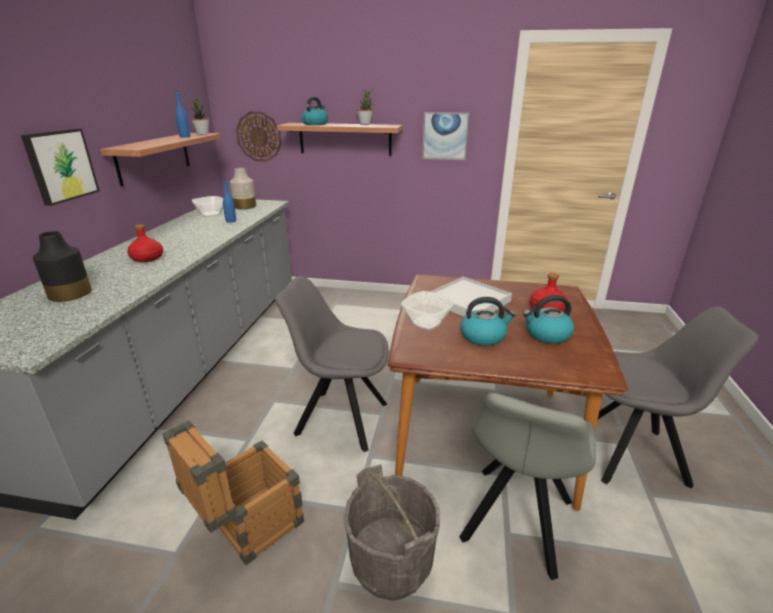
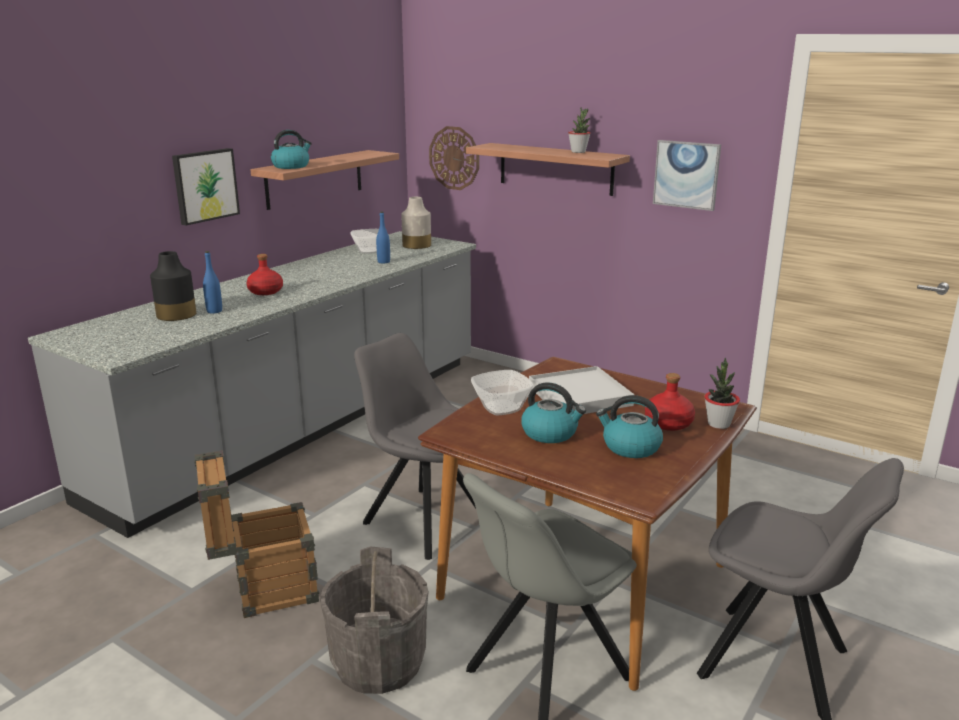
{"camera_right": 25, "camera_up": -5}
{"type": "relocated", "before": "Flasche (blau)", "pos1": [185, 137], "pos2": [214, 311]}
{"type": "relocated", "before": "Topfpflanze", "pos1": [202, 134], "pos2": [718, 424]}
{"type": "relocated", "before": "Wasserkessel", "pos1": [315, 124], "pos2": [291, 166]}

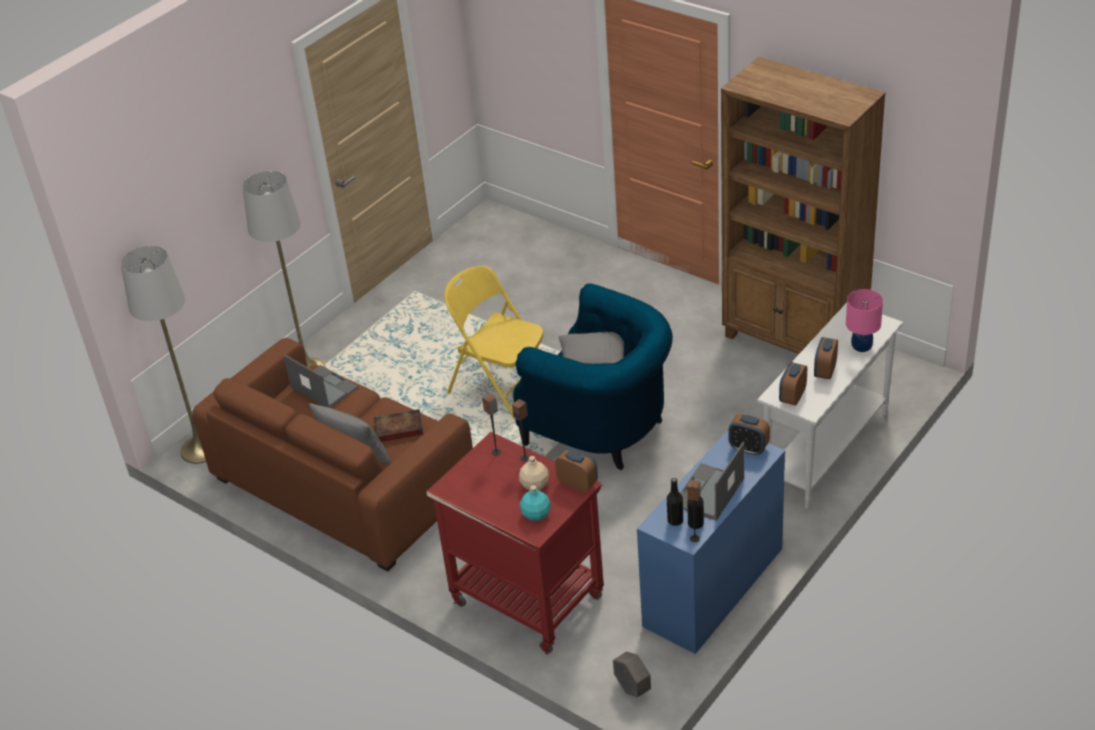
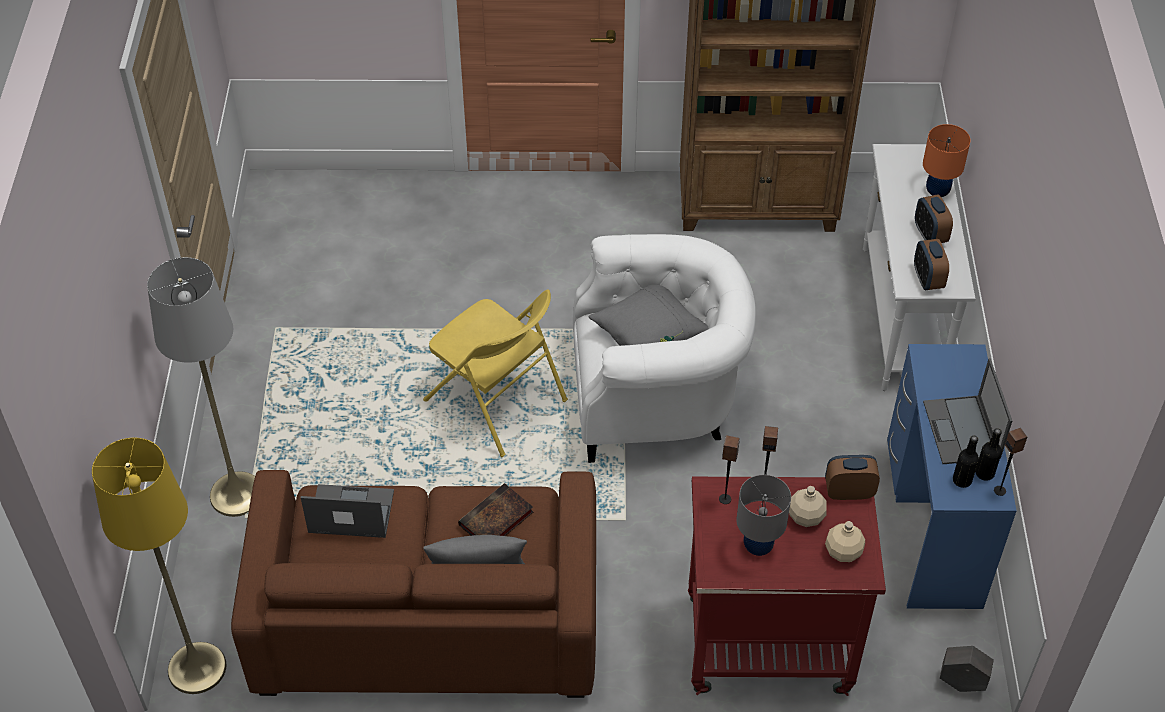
{"camera_right": -40, "camera_up": 10}
{"type": "colour", "before": "Stehlampe (grau)", "after": "Stehlampe (gelb)", "pos1": [200, 449], "pos2": [197, 668]}
{"type": "spun", "before": "Stuhl (gelb)", "pos1": [501, 385], "pos2": [495, 401], "turn": -135}
{"type": "colour", "before": "Sessel (blau)", "after": "Sessel (weiß)", "pos1": [601, 430], "pos2": [656, 402]}
{"type": "colour", "before": "Flasche (türkis)", "after": "Flasche (beige)", "pos1": [536, 514], "pos2": [843, 552]}
{"type": "missing", "before": "Wecker", "pos1": [748, 448]}
{"type": "colour", "before": "Tischlampe (rosa)", "after": "Tischlampe (orange)", "pos1": [861, 347], "pos2": [936, 191]}
{"type": "appeared", "after": "Tischlampe (grau)", "pos2": [759, 547]}

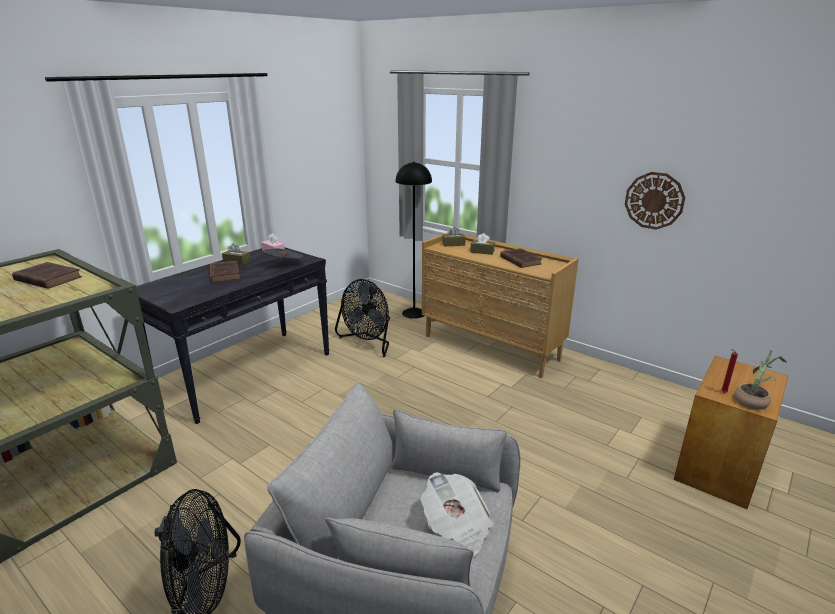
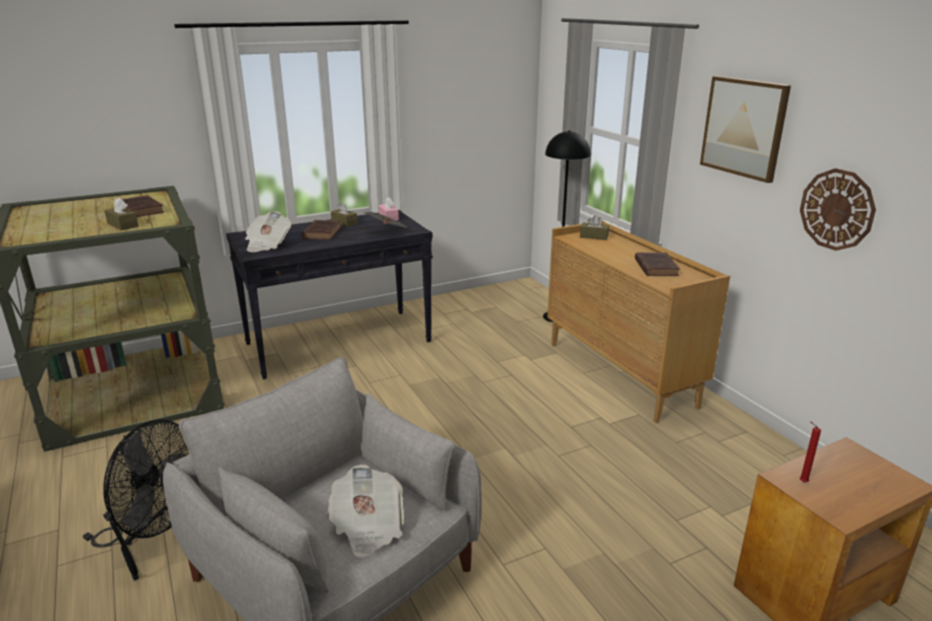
{"camera_right": 25, "camera_up": 0}
{"type": "missing", "before": "Ventilator (schwarz)", "pos1": [368, 341]}
{"type": "relocated", "before": "Taschentuchbox (braun)", "pos1": [482, 251], "pos2": [122, 225]}
{"type": "missing", "before": "Topfpflanze", "pos1": [753, 401]}
{"type": "appeared", "after": "Zeitung", "pos2": [267, 245]}
{"type": "appeared", "after": "Bild", "pos2": [744, 127]}

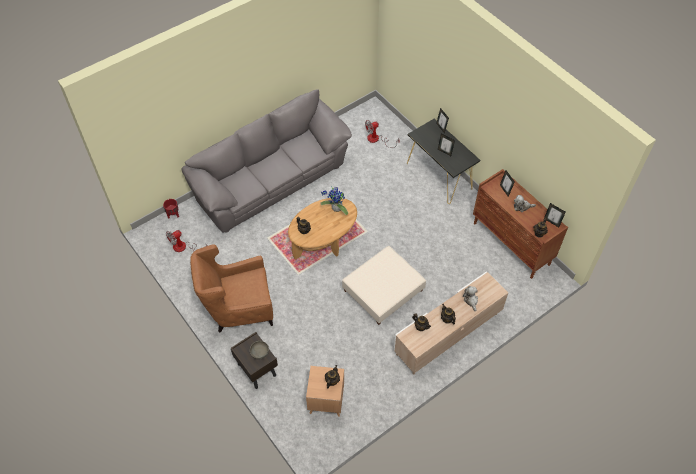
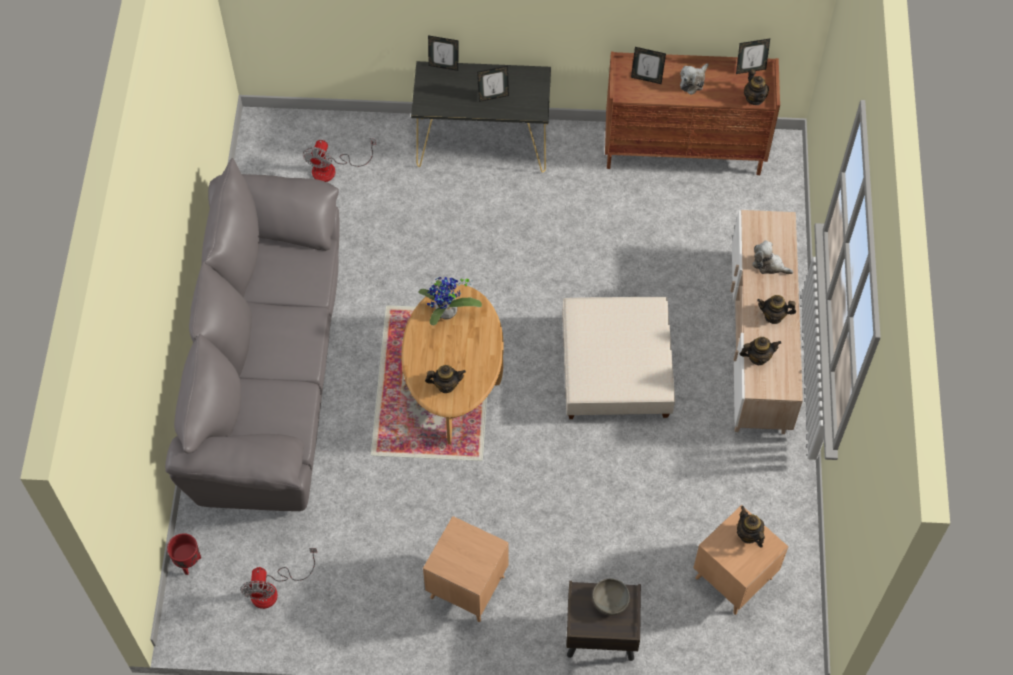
{"camera_right": -50, "camera_up": 5}
{"type": "exchanged", "before": "Sessel (braun)", "after": "Beistelltisch (braun)", "pos1": [238, 308], "pos2": [467, 587]}

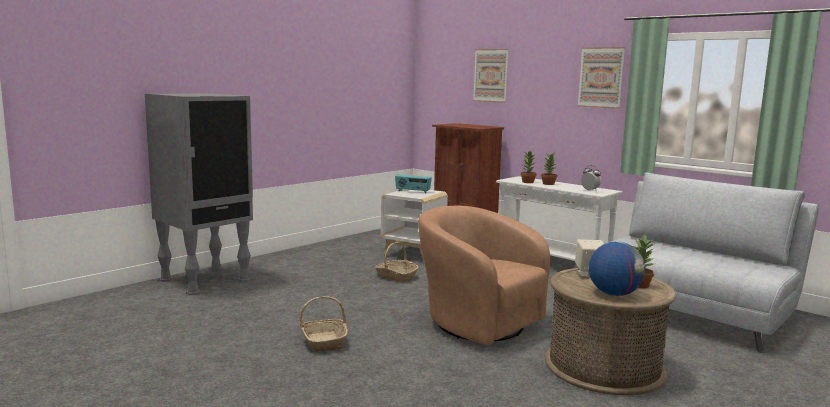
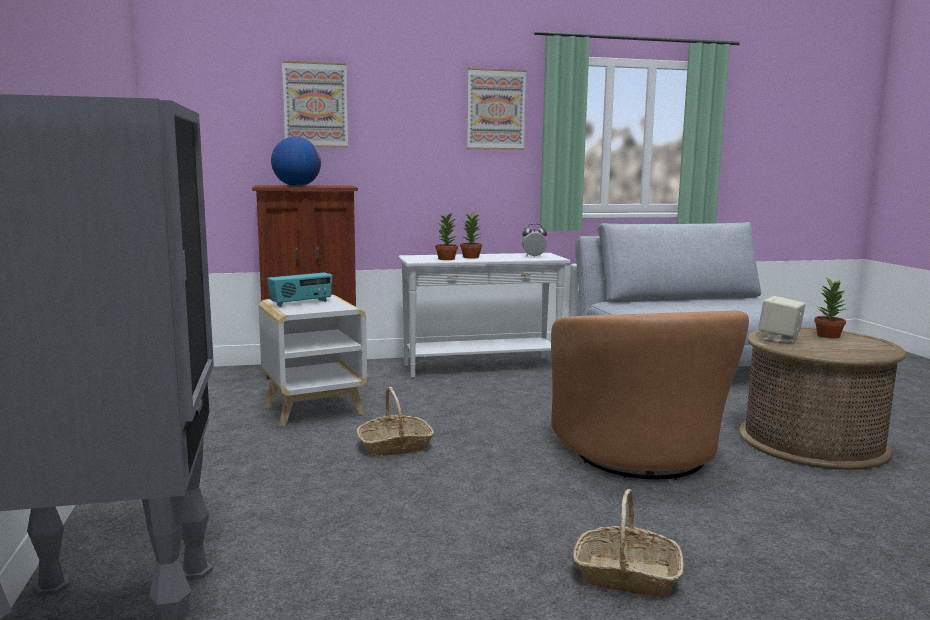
{"camera_right": -55, "camera_up": 0}
{"type": "spun", "before": "Sessel (braun)", "pos1": [477, 324], "pos2": [641, 456], "turn": -90}
{"type": "relocated", "before": "Globus", "pos1": [614, 294], "pos2": [296, 186]}

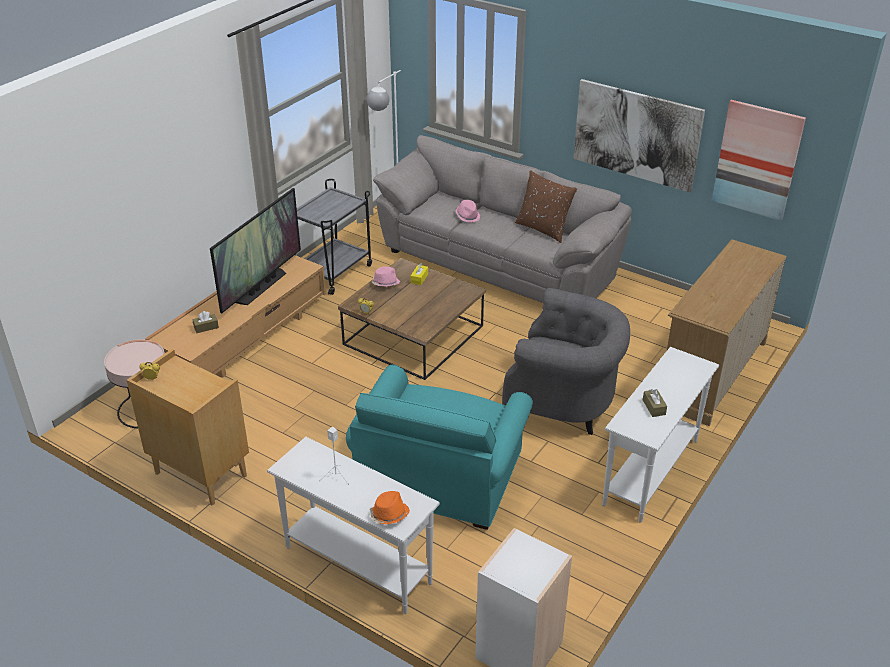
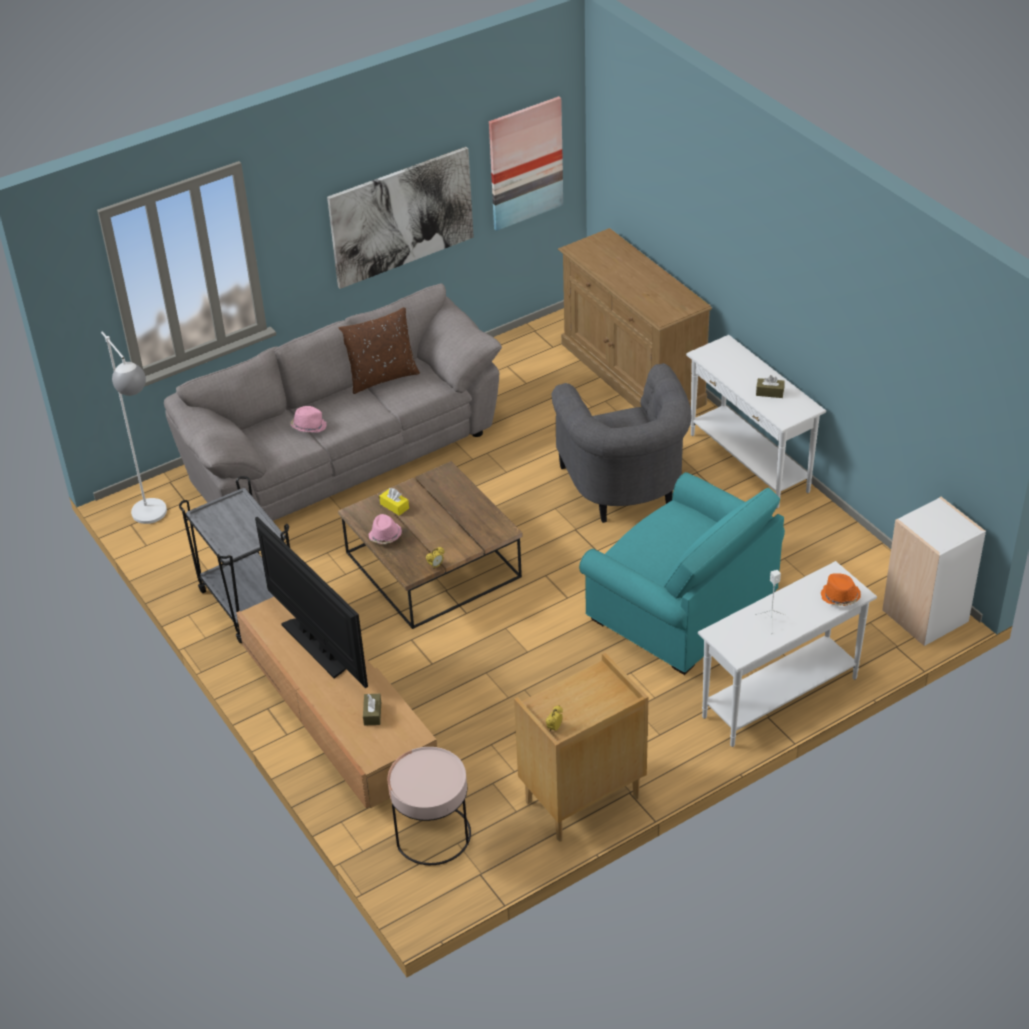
{"camera_right": -65, "camera_up": 5}
{"type": "spun", "before": "Sessel (grau)", "pos1": [562, 405], "pos2": [623, 488], "turn": 120}

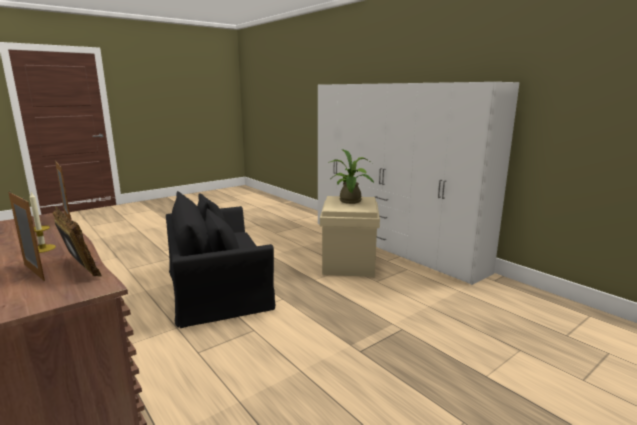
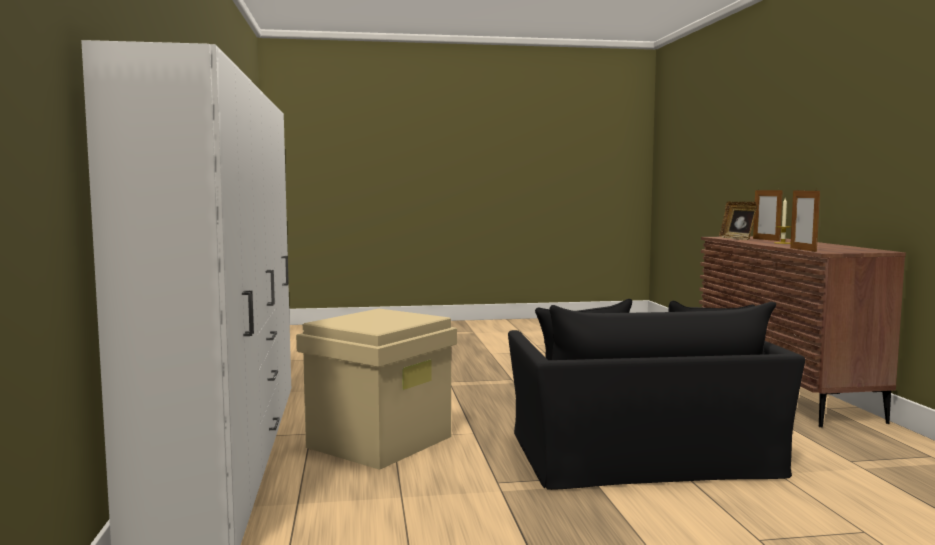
{"camera_right": -150, "camera_up": -10}
{"type": "spun", "before": "Sessel (schwarz)", "pos1": [217, 287], "pos2": [640, 453], "turn": 75}
{"type": "missing", "before": "Topfpflanze", "pos1": [350, 202]}

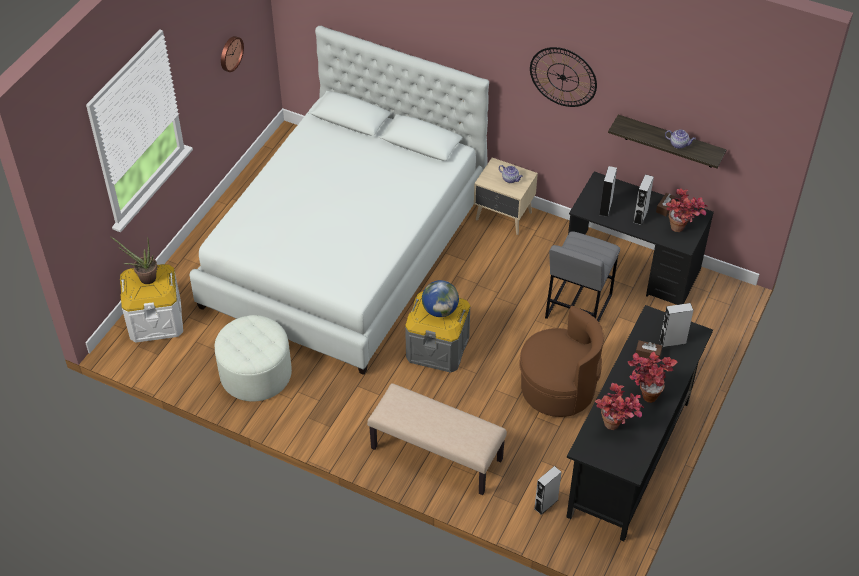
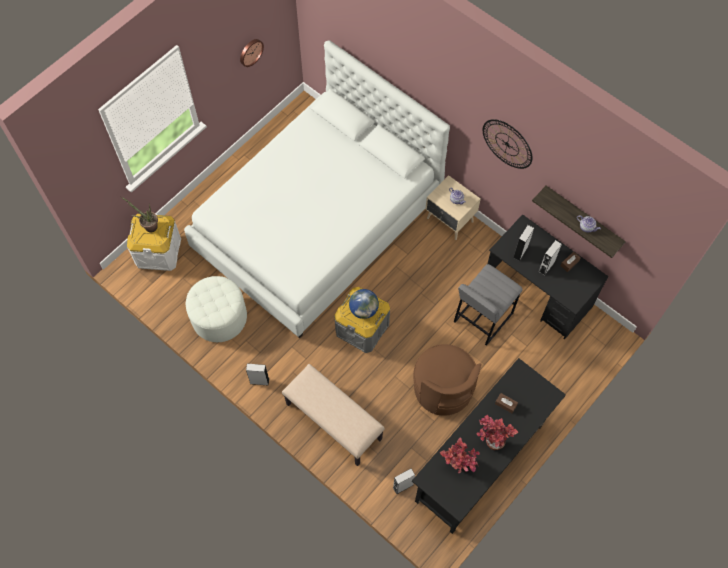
{"camera_right": 15, "camera_up": 15}
{"type": "spun", "before": "Sessel (braun)", "pos1": [557, 389], "pos2": [443, 388], "turn": 60}
{"type": "relocated", "before": "Lautsprecher (grau)", "pos1": [672, 341], "pos2": [259, 381]}
{"type": "missing", "before": "Topfpflanze", "pos1": [681, 230]}

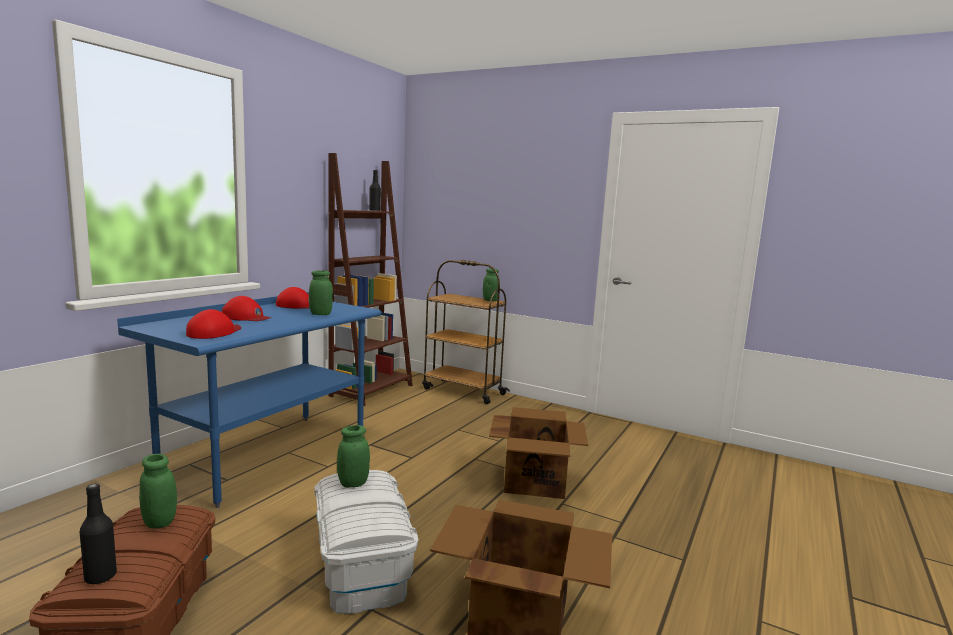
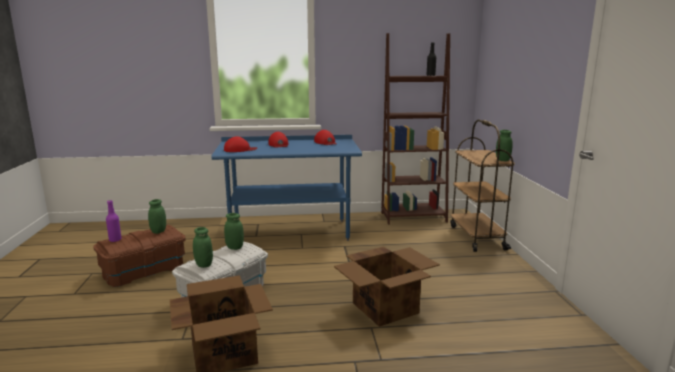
{"camera_right": 55, "camera_up": 5}
{"type": "colour", "before": "Flasche (schwarz)", "after": "Flasche (lila)", "pos1": [100, 577], "pos2": [115, 240]}
{"type": "relocated", "before": "Vorratsglas (grün)", "pos1": [320, 314], "pos2": [204, 264]}

